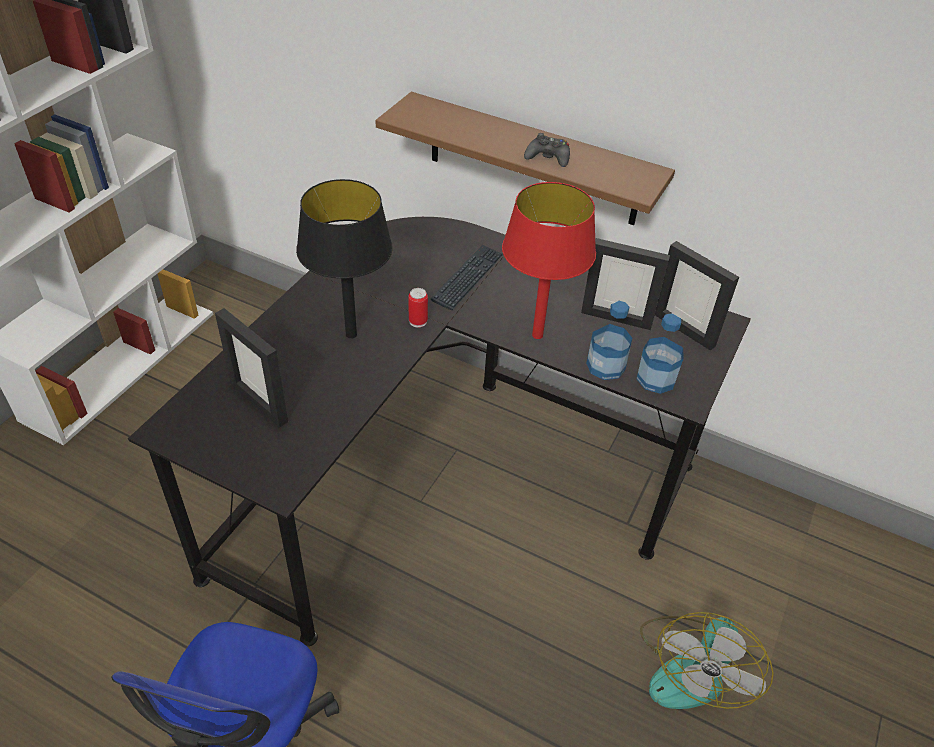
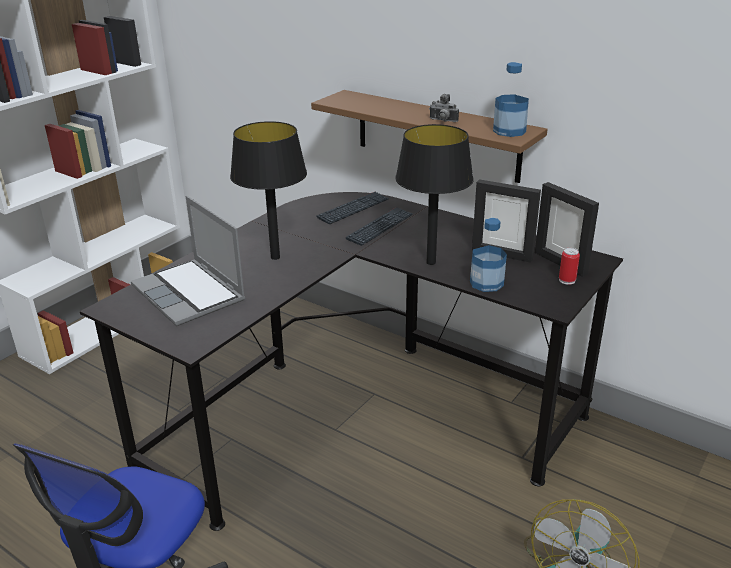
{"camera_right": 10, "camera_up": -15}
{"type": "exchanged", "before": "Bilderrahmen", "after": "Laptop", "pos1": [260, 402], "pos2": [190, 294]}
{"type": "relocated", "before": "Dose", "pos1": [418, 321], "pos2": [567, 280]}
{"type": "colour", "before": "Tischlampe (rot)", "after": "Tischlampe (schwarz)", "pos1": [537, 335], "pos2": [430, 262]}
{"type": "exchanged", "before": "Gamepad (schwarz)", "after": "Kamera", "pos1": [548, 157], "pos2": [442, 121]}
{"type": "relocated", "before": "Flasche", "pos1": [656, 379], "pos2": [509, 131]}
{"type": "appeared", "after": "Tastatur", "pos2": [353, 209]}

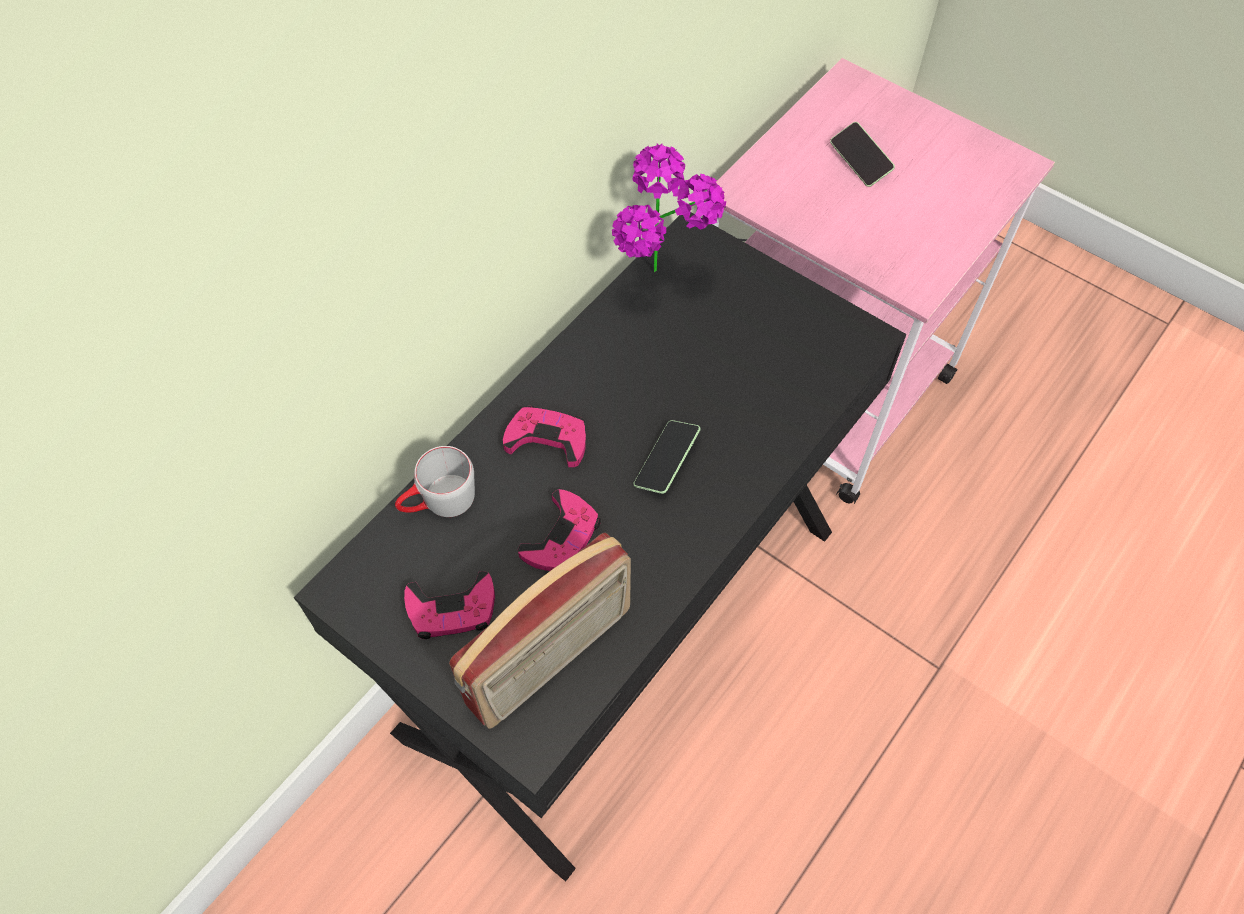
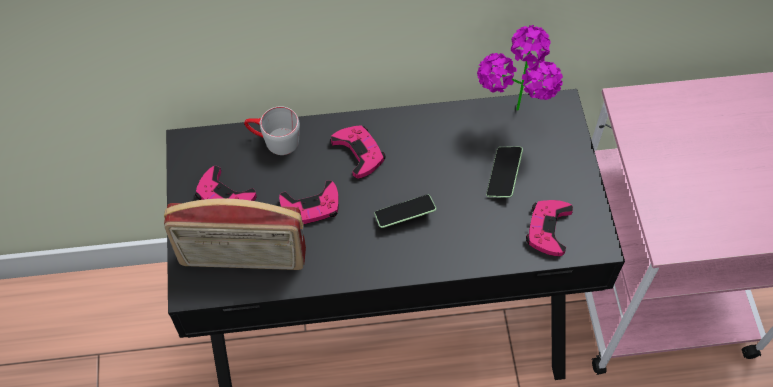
{"camera_right": 45, "camera_up": 0}
{"type": "relocated", "before": "Handy", "pos1": [860, 161], "pos2": [503, 176]}
{"type": "appeared", "after": "Gamepad (rosa)", "pos2": [548, 229]}

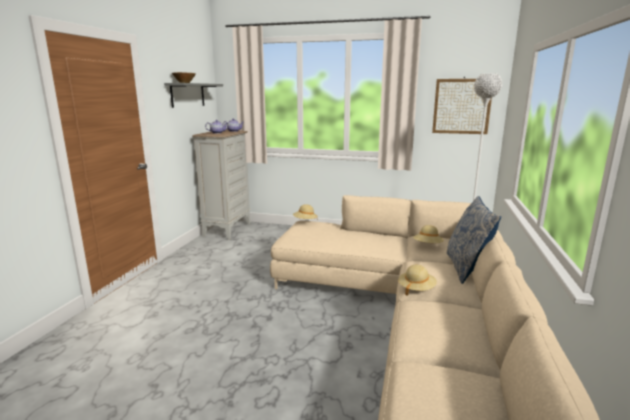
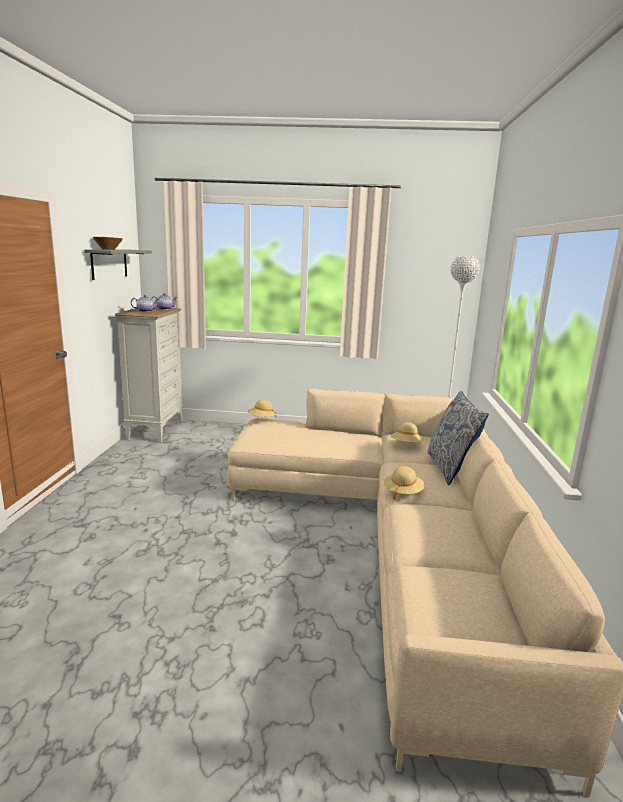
{"camera_right": -10, "camera_up": 0}
{"type": "missing", "before": "Bild", "pos1": [462, 105]}

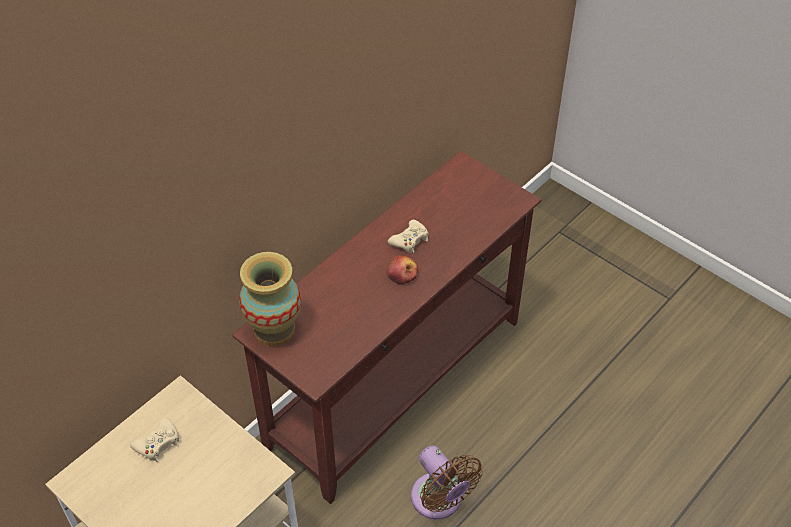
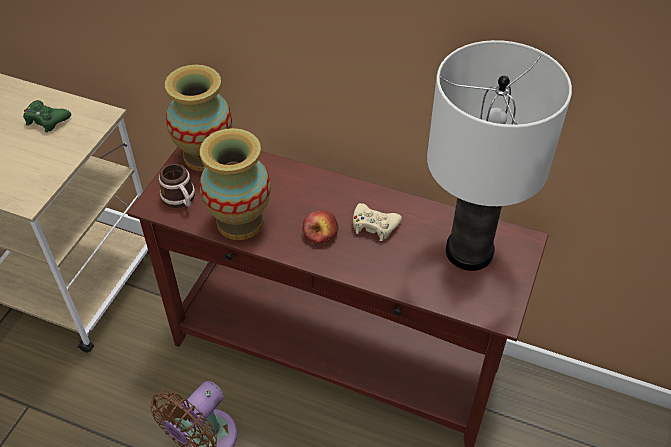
{"camera_right": 70, "camera_up": 0}
{"type": "colour", "before": "Gamepad (beige)", "after": "Gamepad (grün)", "pos1": [158, 443], "pos2": [46, 120]}
{"type": "appeared", "after": "Henkelbecher", "pos2": [180, 200]}
{"type": "appeared", "after": "Vase", "pos2": [240, 222]}
{"type": "appeared", "after": "Tischlampe (weiß)", "pos2": [470, 252]}

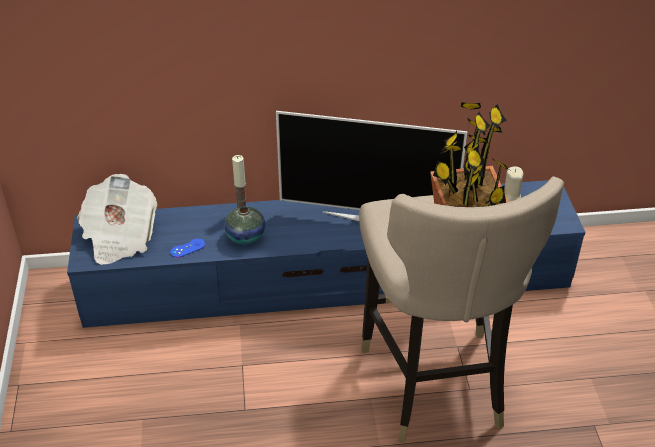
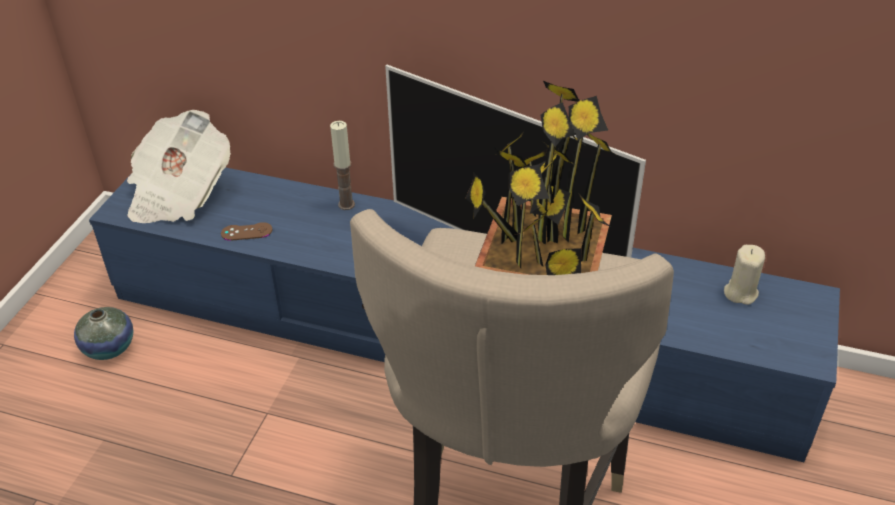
{"camera_right": 25, "camera_up": 0}
{"type": "colour", "before": "Gamepad (blau)", "after": "Gamepad (braun)", "pos1": [187, 248], "pos2": [246, 232]}
{"type": "relocated", "before": "Vase", "pos1": [245, 236], "pos2": [109, 347]}

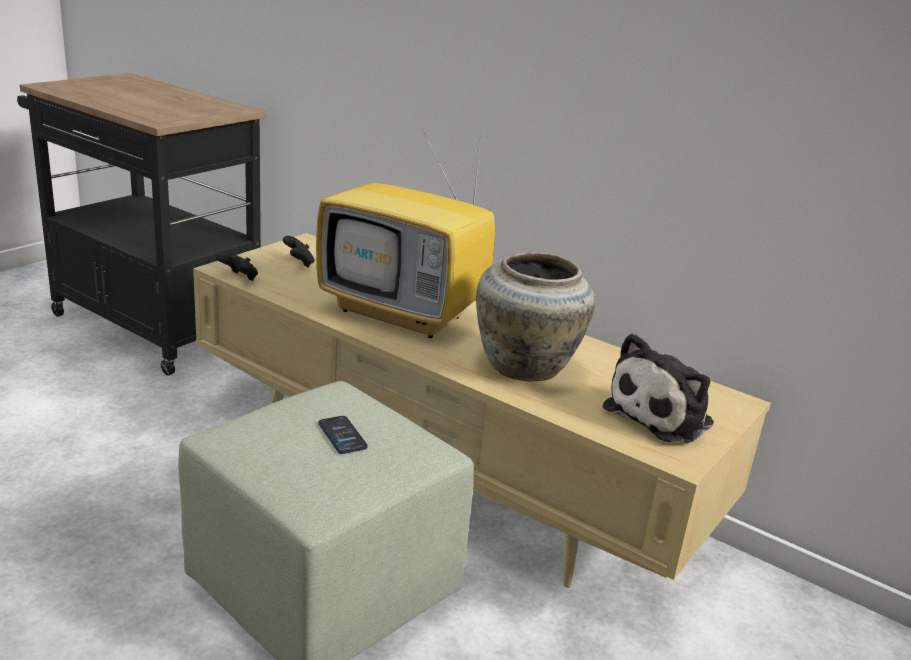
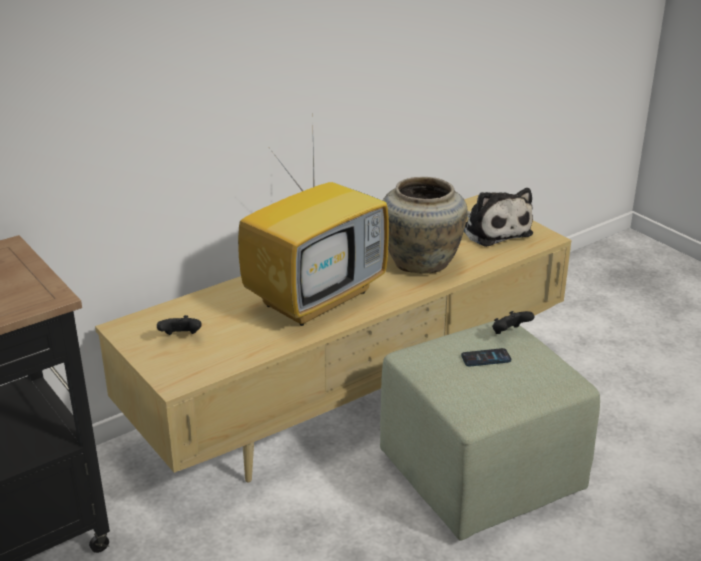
{"camera_right": -70, "camera_up": 5}
{"type": "relocated", "before": "Gamepad (schwarz)", "pos1": [239, 278], "pos2": [509, 333]}

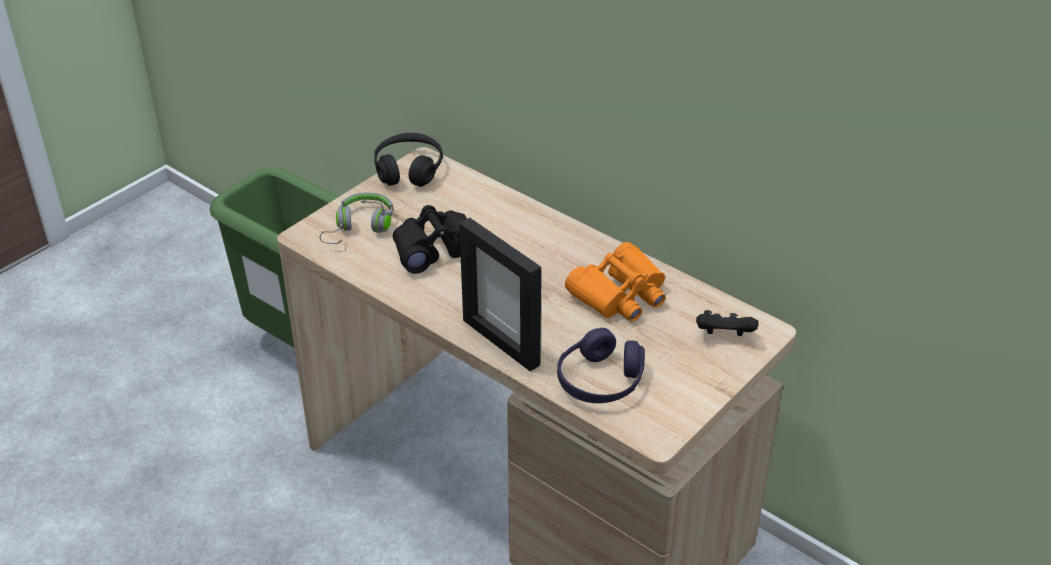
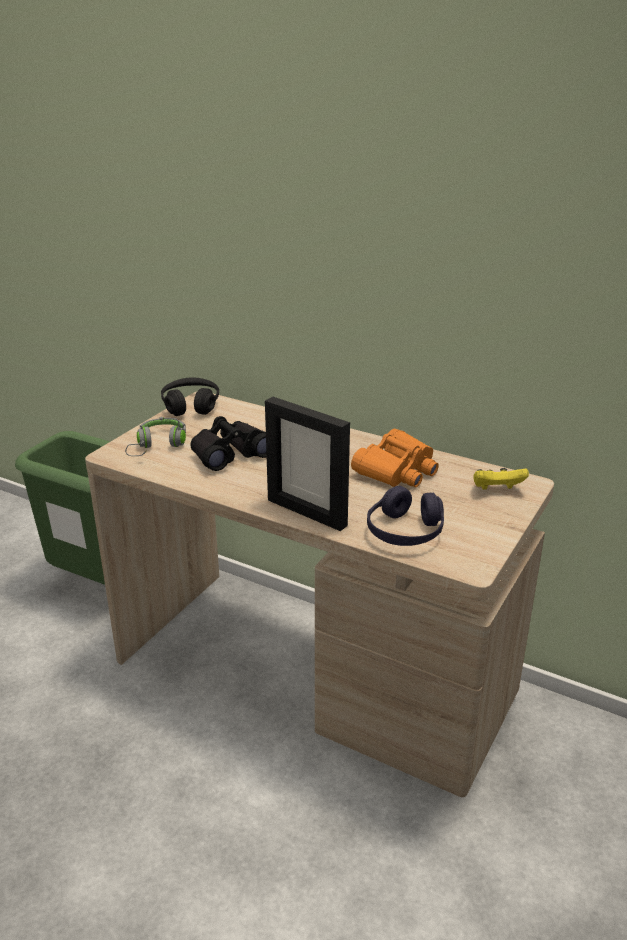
{"camera_right": -10, "camera_up": -10}
{"type": "colour", "before": "Gamepad (schwarz)", "after": "Gamepad (gelb)", "pos1": [724, 336], "pos2": [497, 490]}

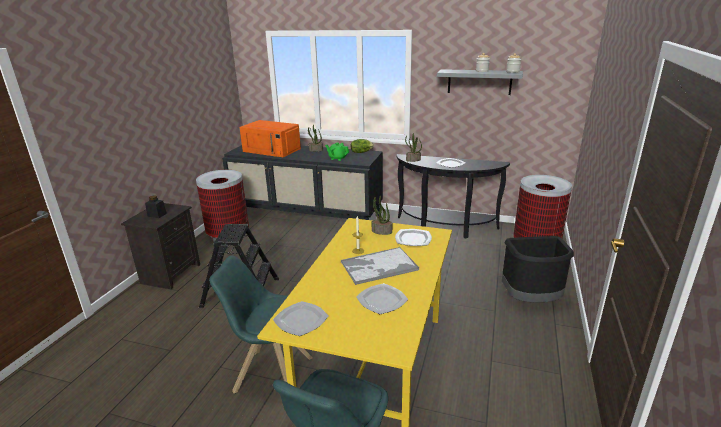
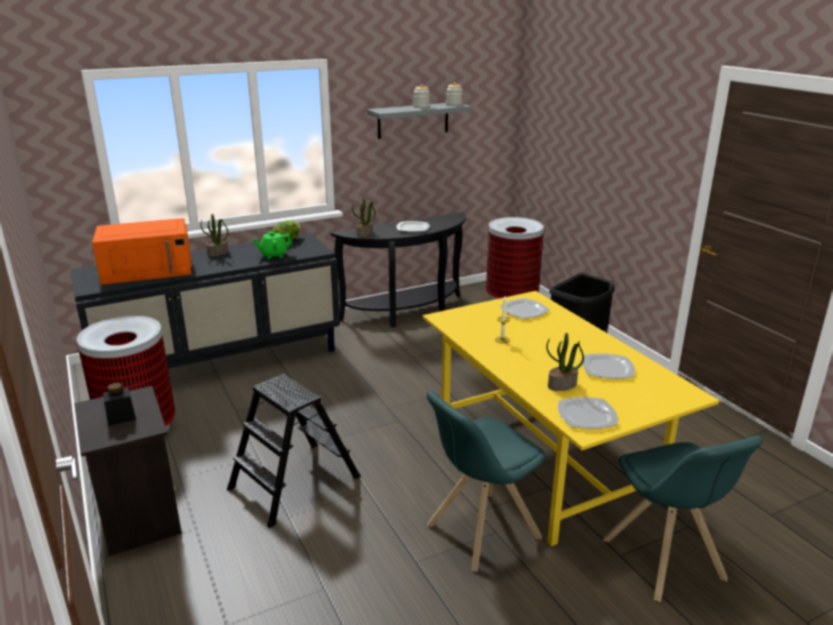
{"camera_right": -45, "camera_up": 0}
{"type": "missing", "before": "Tablett", "pos1": [378, 266]}
{"type": "relocated", "before": "Topfpflanze", "pos1": [381, 231], "pos2": [562, 385]}

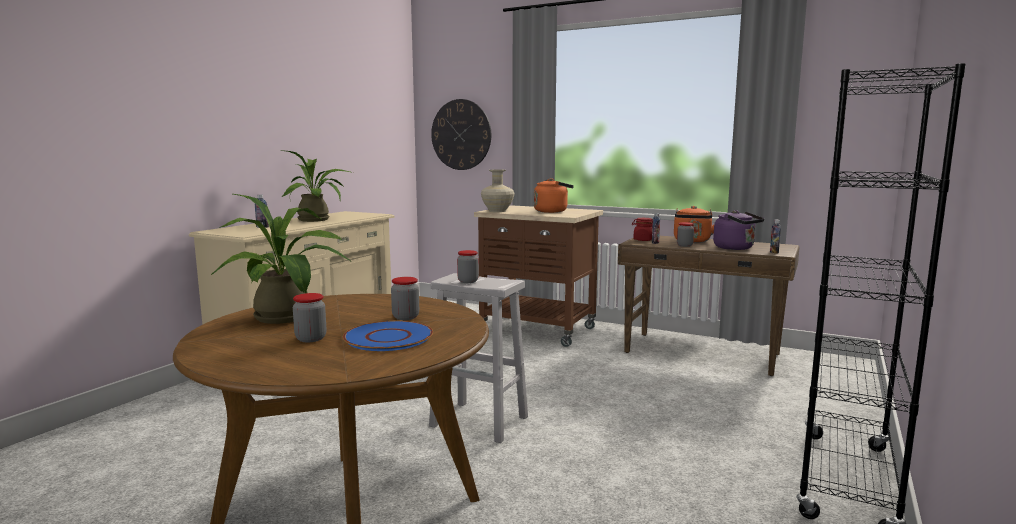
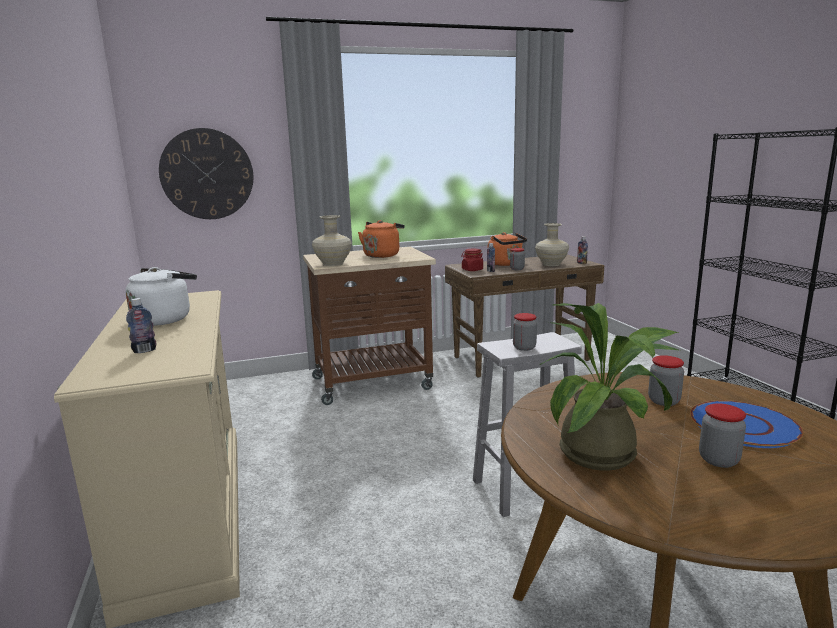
{"camera_right": -45, "camera_up": 5}
{"type": "exchanged", "before": "Topfpflanze", "after": "Wasserkessel (weiß)", "pos1": [318, 220], "pos2": [165, 319]}
{"type": "exchanged", "before": "Wasserkessel (lila)", "after": "Vase (beige)", "pos1": [736, 248], "pos2": [551, 264]}

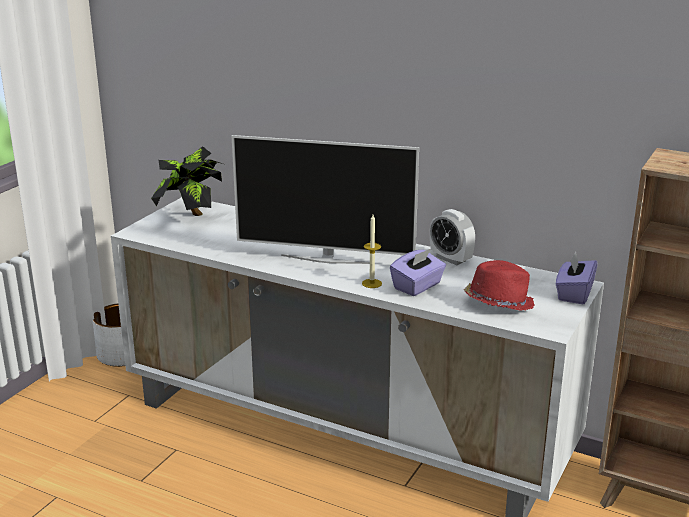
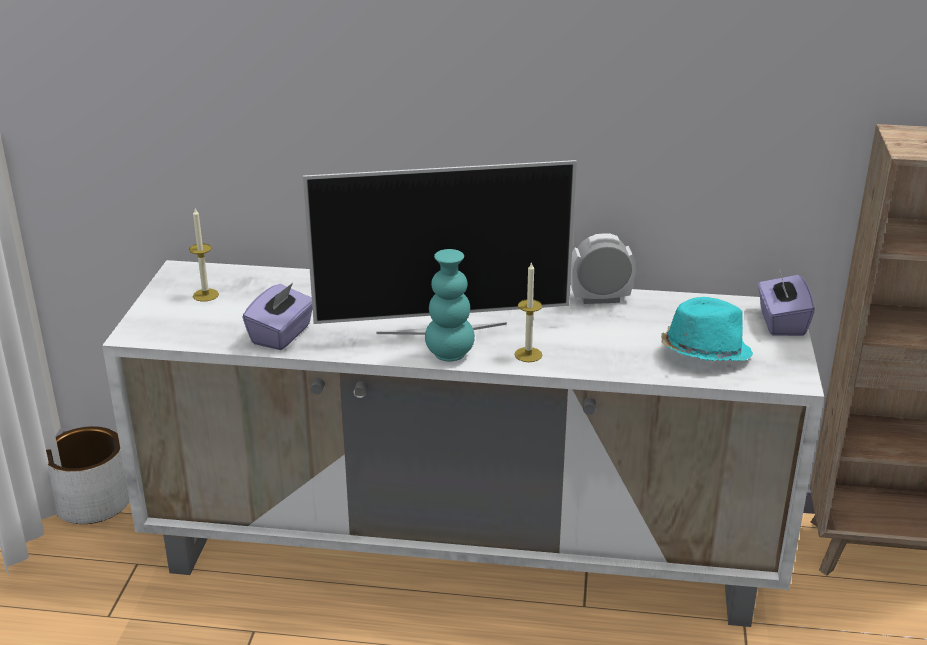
{"camera_right": -20, "camera_up": 5}
{"type": "exchanged", "before": "Topfpflanze", "after": "Kerze", "pos1": [192, 218], "pos2": [205, 295]}
{"type": "relocated", "before": "Taschentuchbox (lila)", "pos1": [417, 286], "pos2": [282, 335]}
{"type": "spun", "before": "Wecker", "pos1": [451, 259], "pos2": [600, 299], "turn": 150}
{"type": "colour", "before": "Hut (rot)", "after": "Hut (türkis)", "pos1": [498, 302], "pos2": [703, 352]}
{"type": "appeared", "after": "Vase (türkis)", "pos2": [449, 354]}

